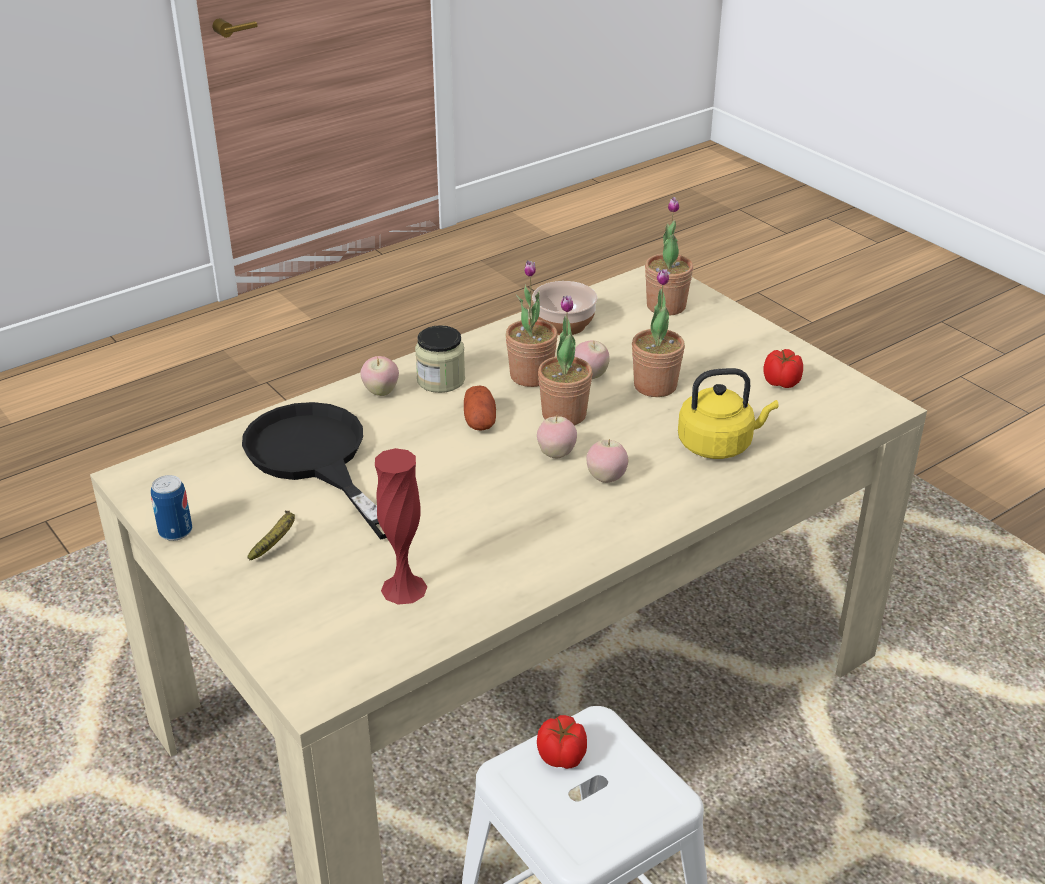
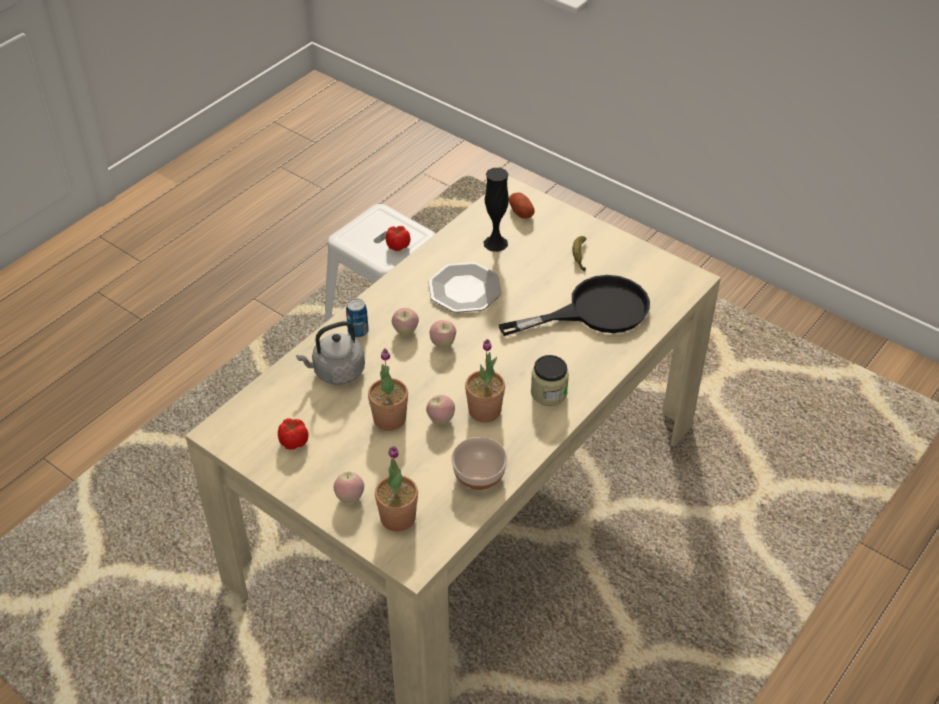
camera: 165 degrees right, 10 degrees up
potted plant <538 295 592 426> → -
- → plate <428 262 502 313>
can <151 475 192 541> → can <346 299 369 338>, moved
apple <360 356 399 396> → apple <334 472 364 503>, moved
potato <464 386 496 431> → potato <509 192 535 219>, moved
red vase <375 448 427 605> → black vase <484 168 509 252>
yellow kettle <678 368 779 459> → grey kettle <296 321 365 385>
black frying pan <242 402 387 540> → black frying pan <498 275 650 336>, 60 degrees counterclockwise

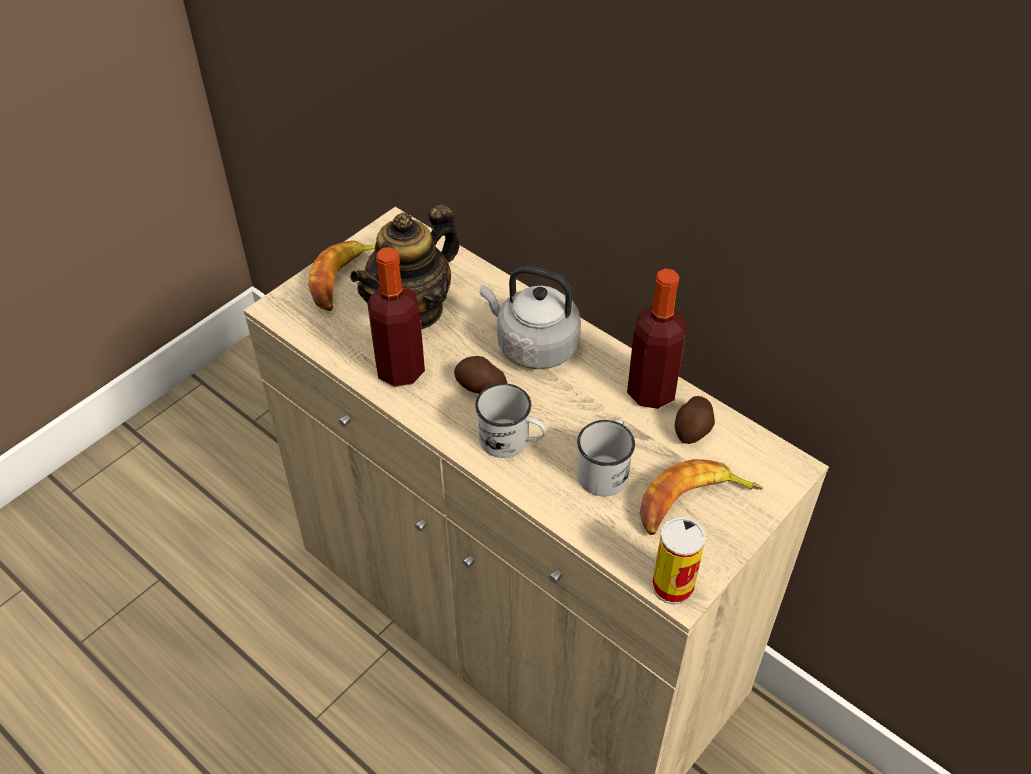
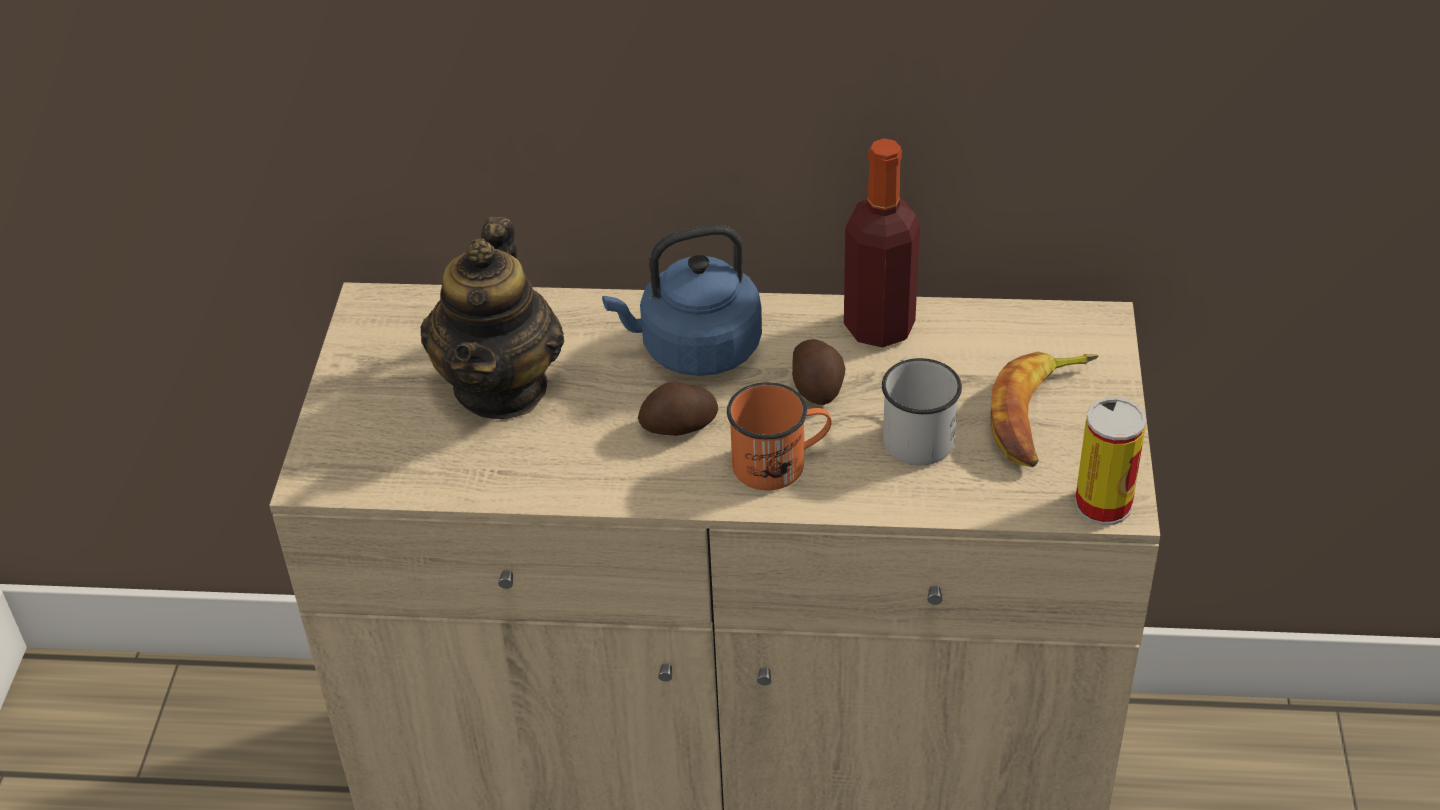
camera: 35 degrees left, 5 degrees down
banana <308 240 375 311> → -
bottle <367 247 425 387> → -
potato <675 396 715 444> → potato <792 339 846 405>, moved
white mug <475 383 547 458> → orange mug <727 382 832 490>
grey kettle <480 266 581 369> → blue kettle <602 224 762 376>

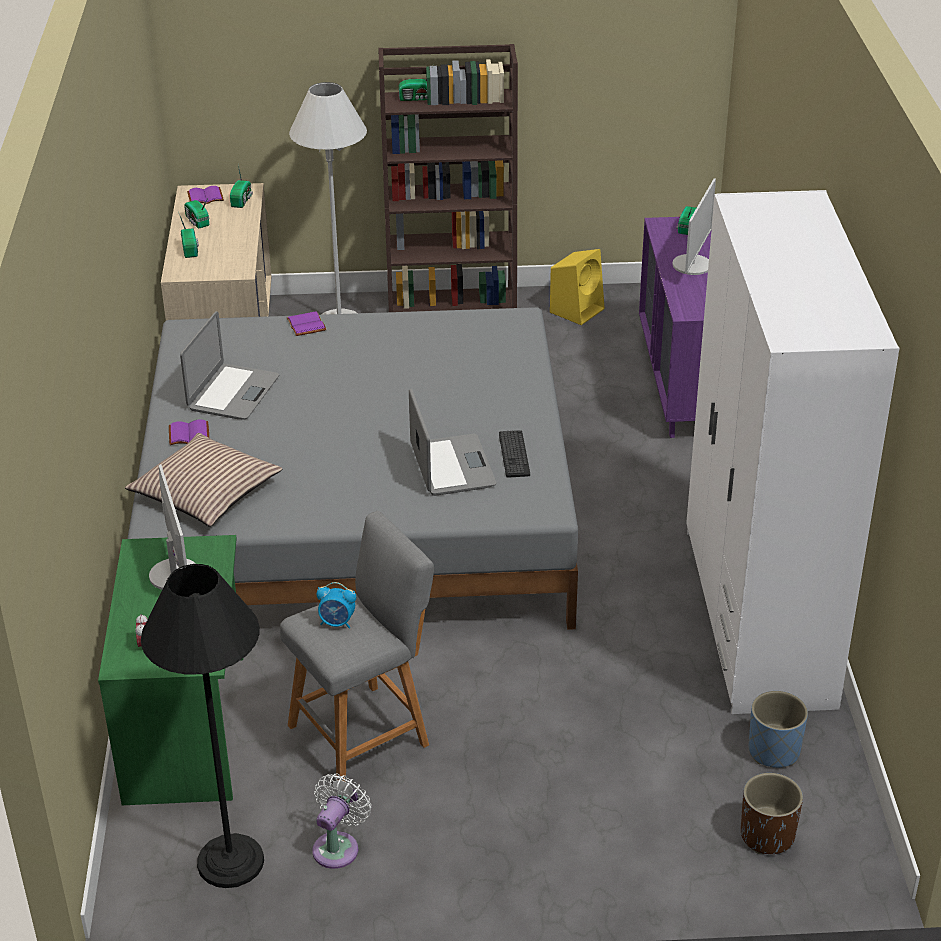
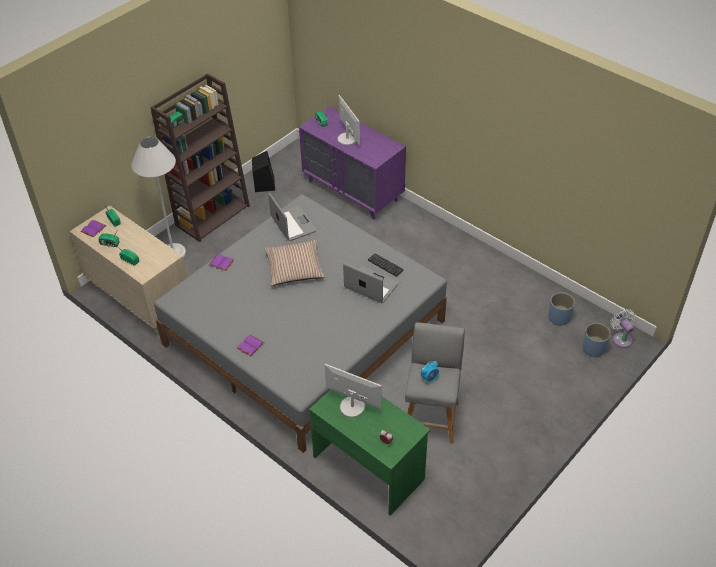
camera: 45 degrees left, 10 degrees up
black floor lamp <141 564 264 888> → -
white wardrobe <686 190 900 714> → -
pillow <125 433 282 527> → pillow <264 240 325 286>, moved
laptop <180 311 279 419> → laptop <268 192 317 241>, moved
white fan <312 773 371 869> → white fan <610 309 635 348>, moved
yellow speaker <550 249 604 325> → black speaker <252 151 275 192>
brown planter <741 773 803 854> → blue planter <583 323 611 357>

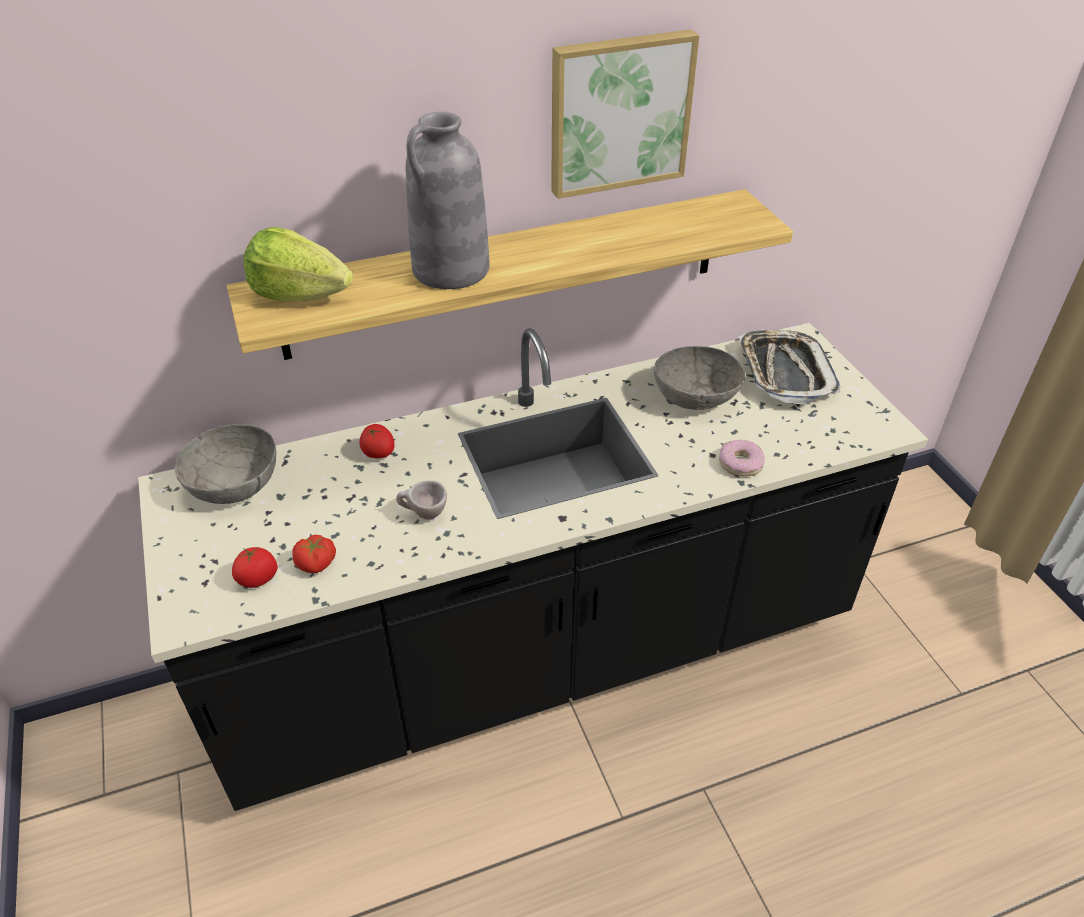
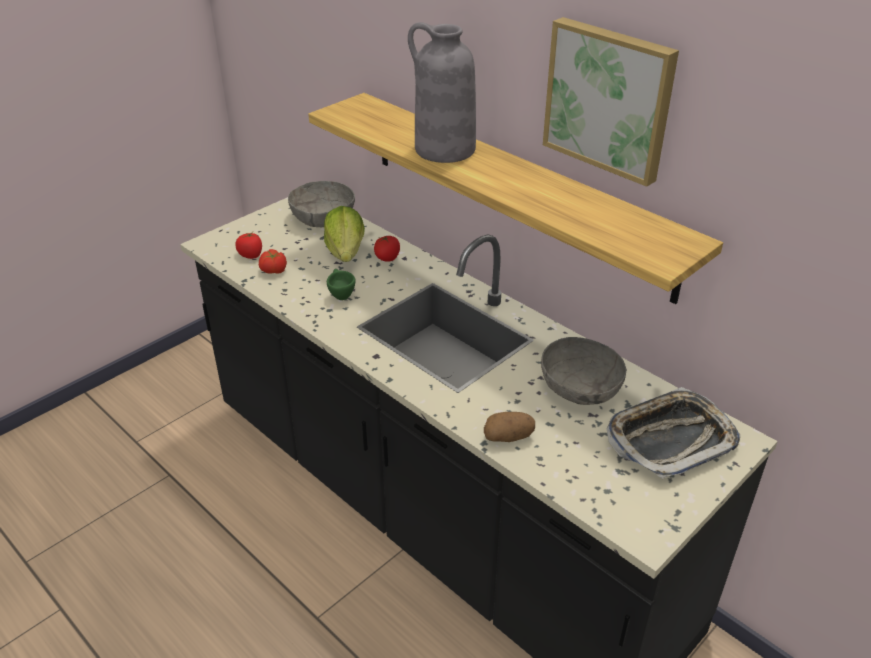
camera: 65 degrees right, 5 degrees down
lettuce <243 227 353 301> → lettuce <324 206 365 262>, moved
donut <719 440 765 477> → potato <484 412 535 442>
beige cup <396 481 447 520> → green cup <327 269 355 300>

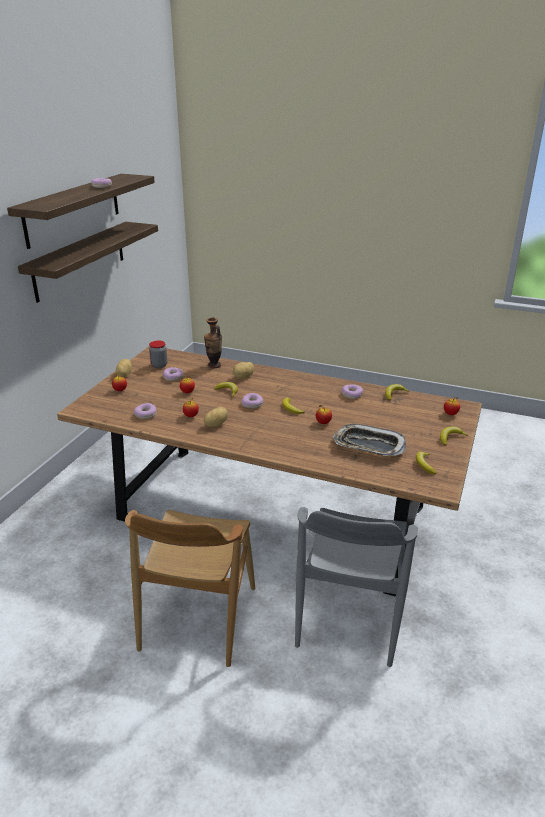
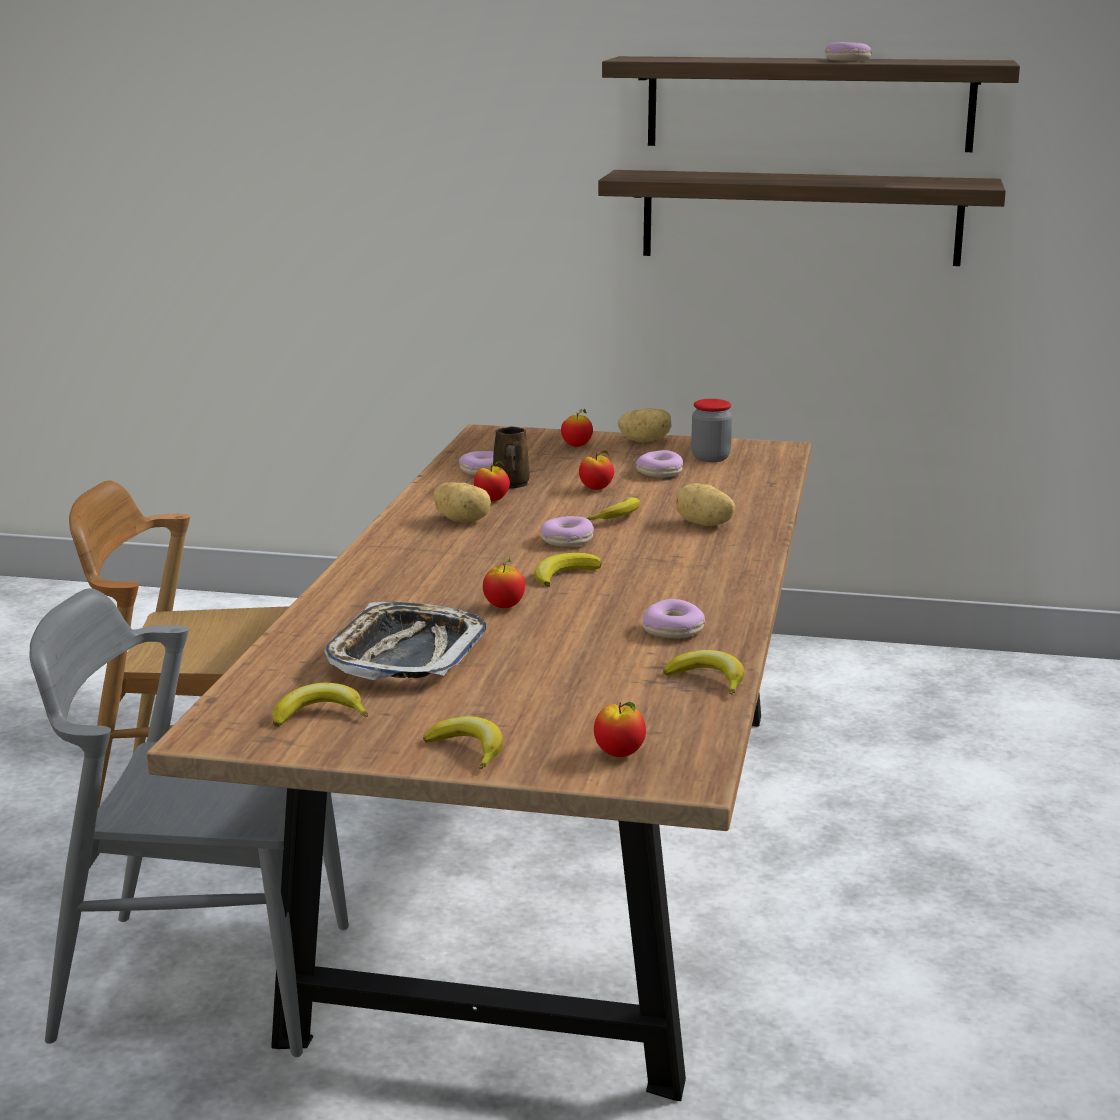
camera: 80 degrees right, 10 degrees down
vase <204 318 222 368> → -
- → brown mug <493 427 530 488>

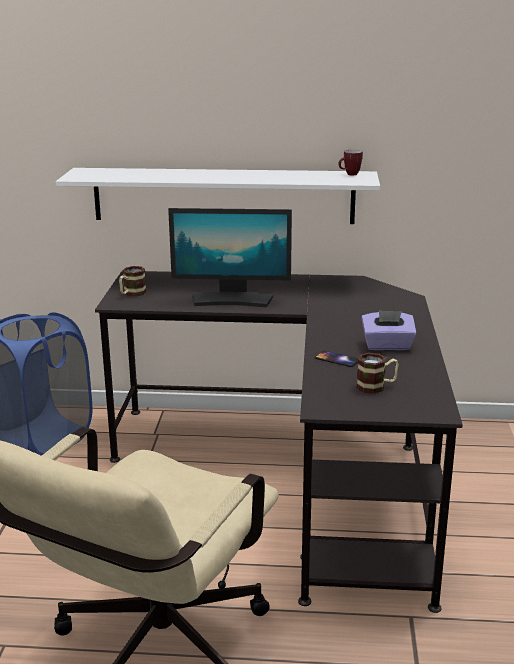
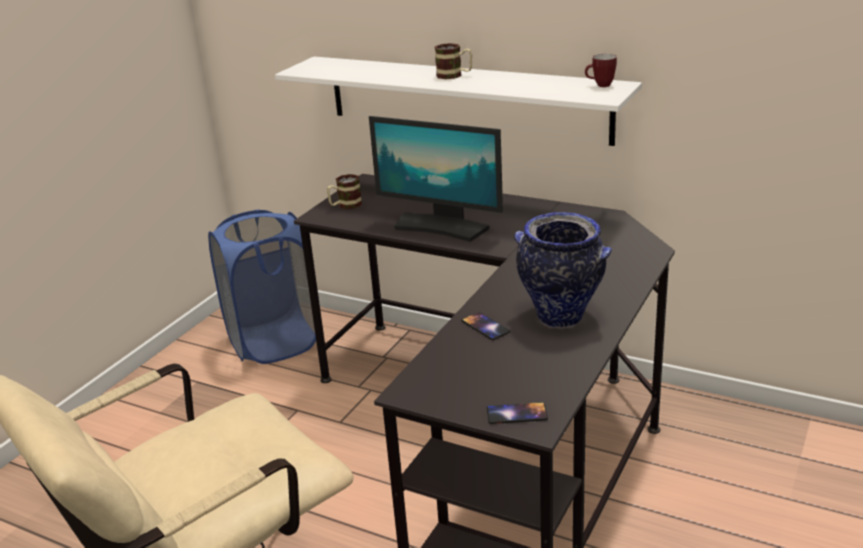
camera: 25 degrees right, 5 degrees up
- → phone <487 402 548 424>
mug <357 353 399 394> → mug <435 43 472 79>, moved
purple tissue box <361 310 417 350> → vase <514 212 612 328>

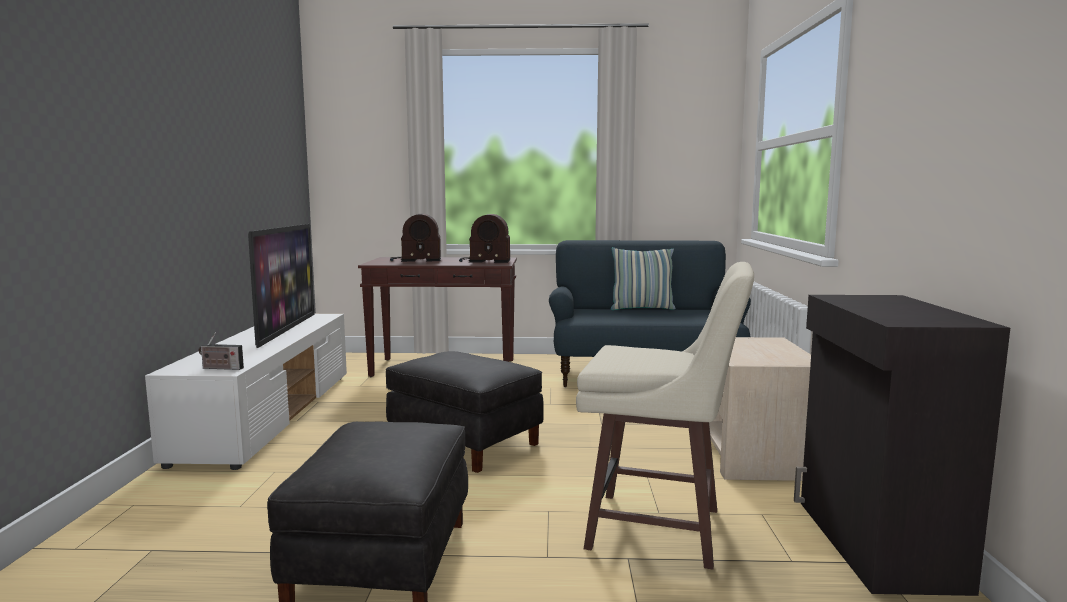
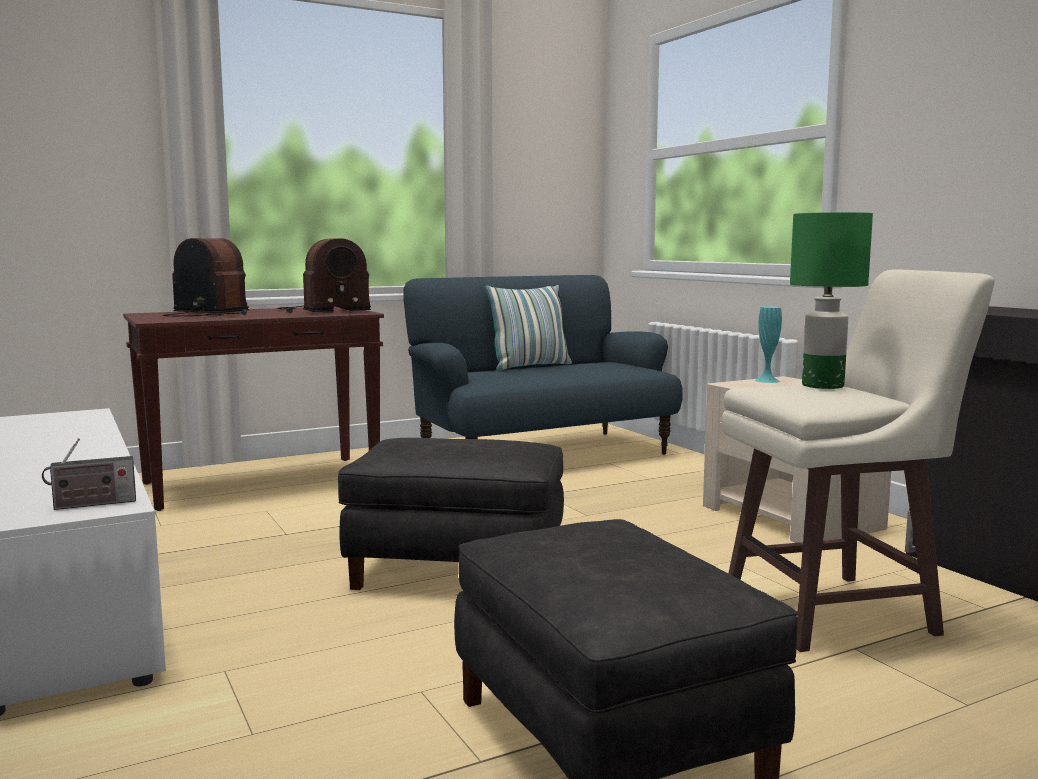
camera: 30 degrees left, 0 degrees up
television <248 224 314 348> → -
- → turquoise vase <755 307 782 383>
- → green table lamp <790 212 873 389>
radio <390 214 441 262> → radio <163 238 249 316>, 120 degrees counterclockwise

